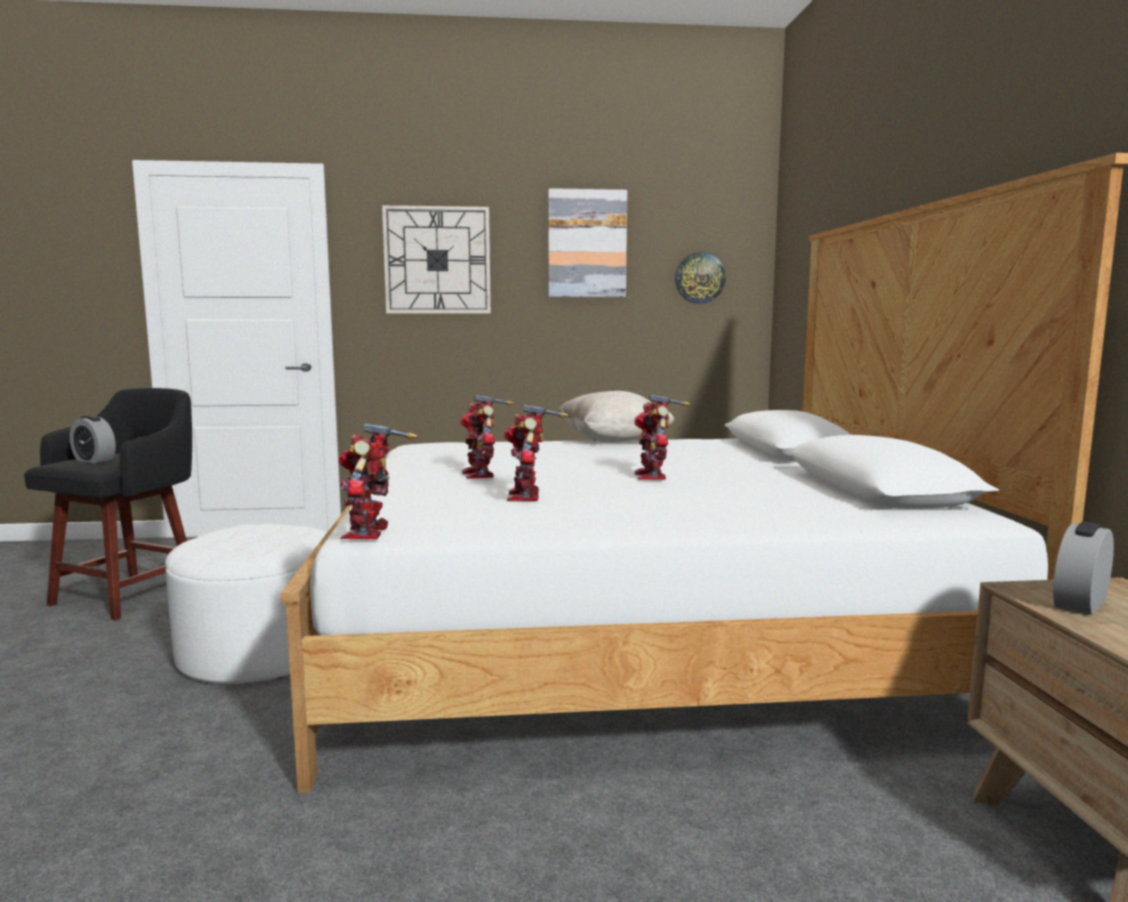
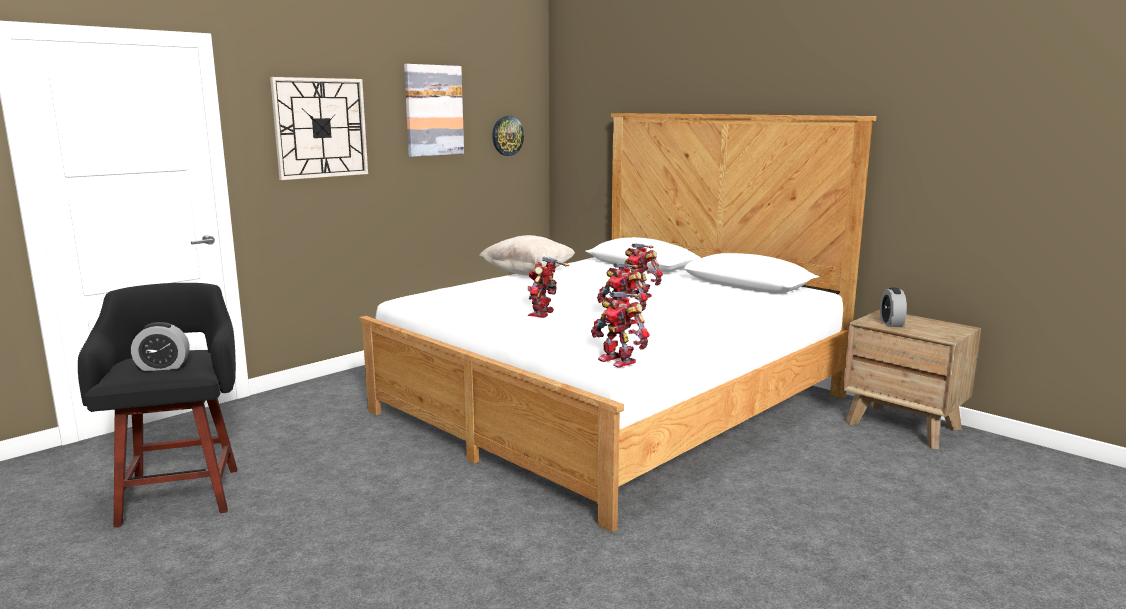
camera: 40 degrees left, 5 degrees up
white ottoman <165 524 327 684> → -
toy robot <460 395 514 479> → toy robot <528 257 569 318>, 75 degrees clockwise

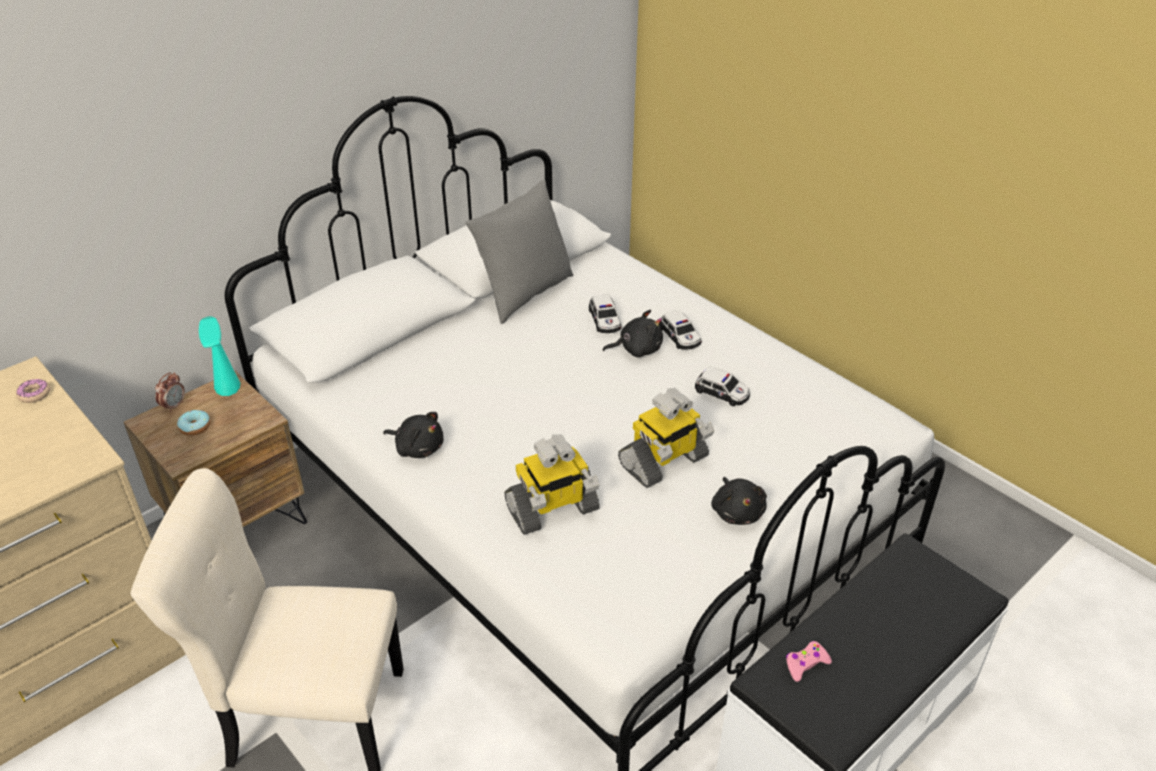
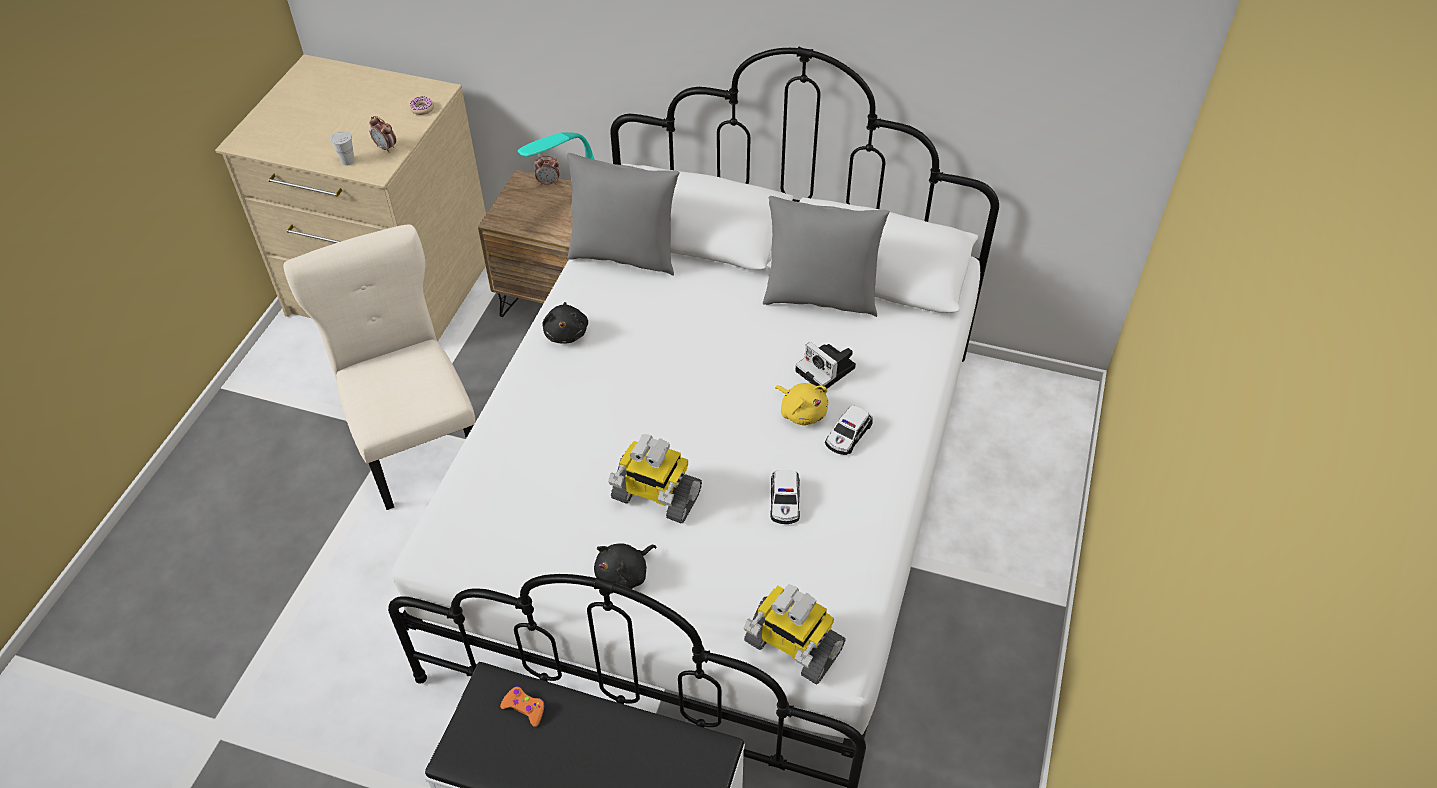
camera: 60 degrees right, 10 degrees up
donut <177 410 211 436> → -
- → white cup <330 131 355 166>
- → alarm clock <369 116 396 153>
- → grey pillow <567 153 680 276>
toy robot <505 435 600 535> → toy robot <744 584 845 684>, moved
toy car <589 295 622 333> → photo camera <795 342 856 389>
black plush toy <603 310 663 358> → yellow plush toy <776 383 828 426>
pink game controller <786 641 832 682> → orange game controller <500 686 545 727>

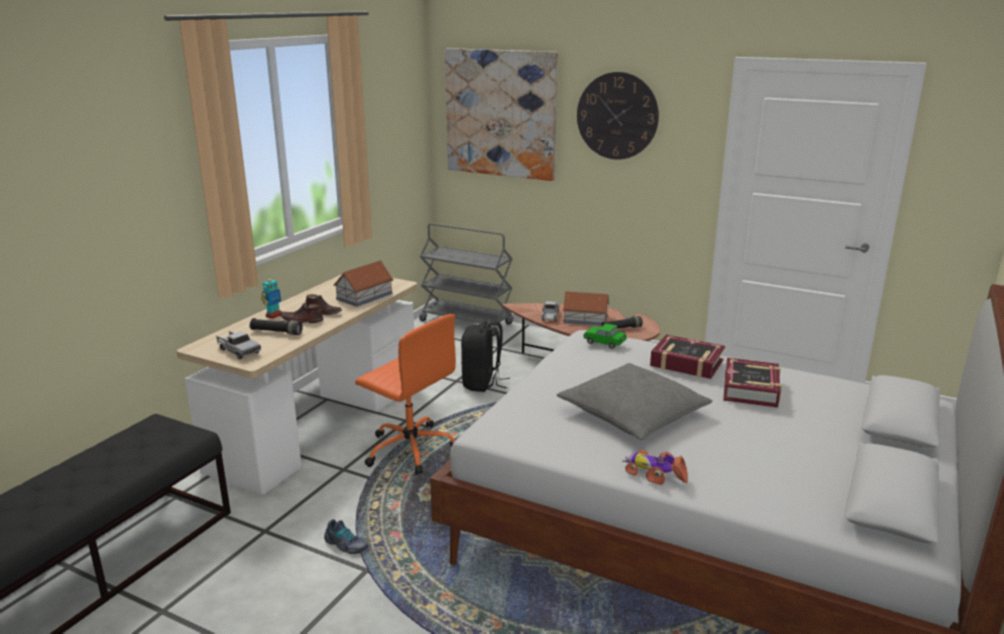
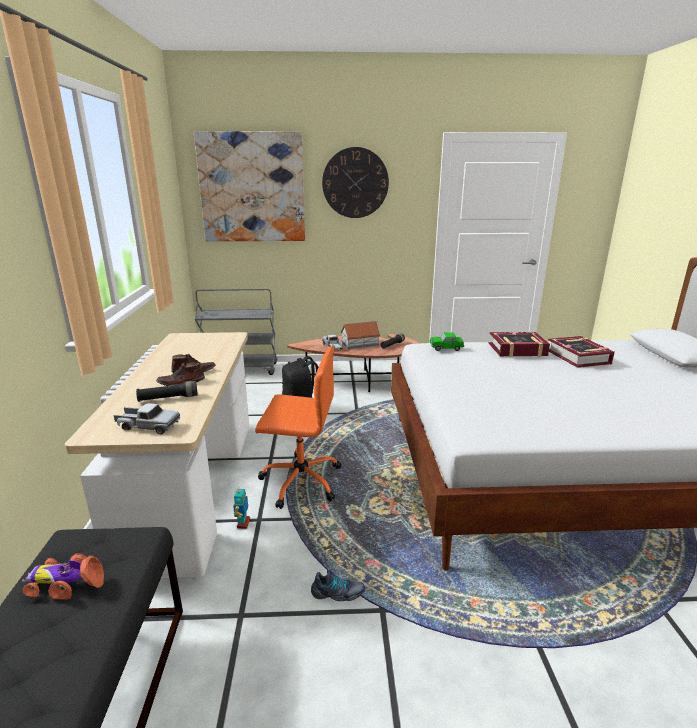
camera: 30 degrees left, 0 degrees up
toy house <334 261 393 307> → -
grey pillow <557 363 712 440> → -
toy robot <261 275 282 319> → toy robot <233 488 250 529>, moved
toy car <622 450 688 485> → toy car <22 553 104 600>, moved

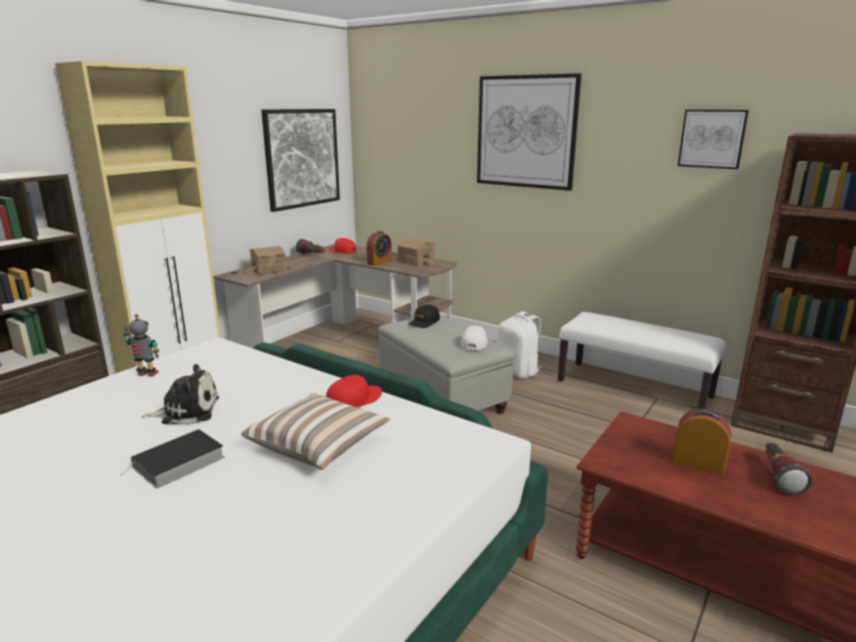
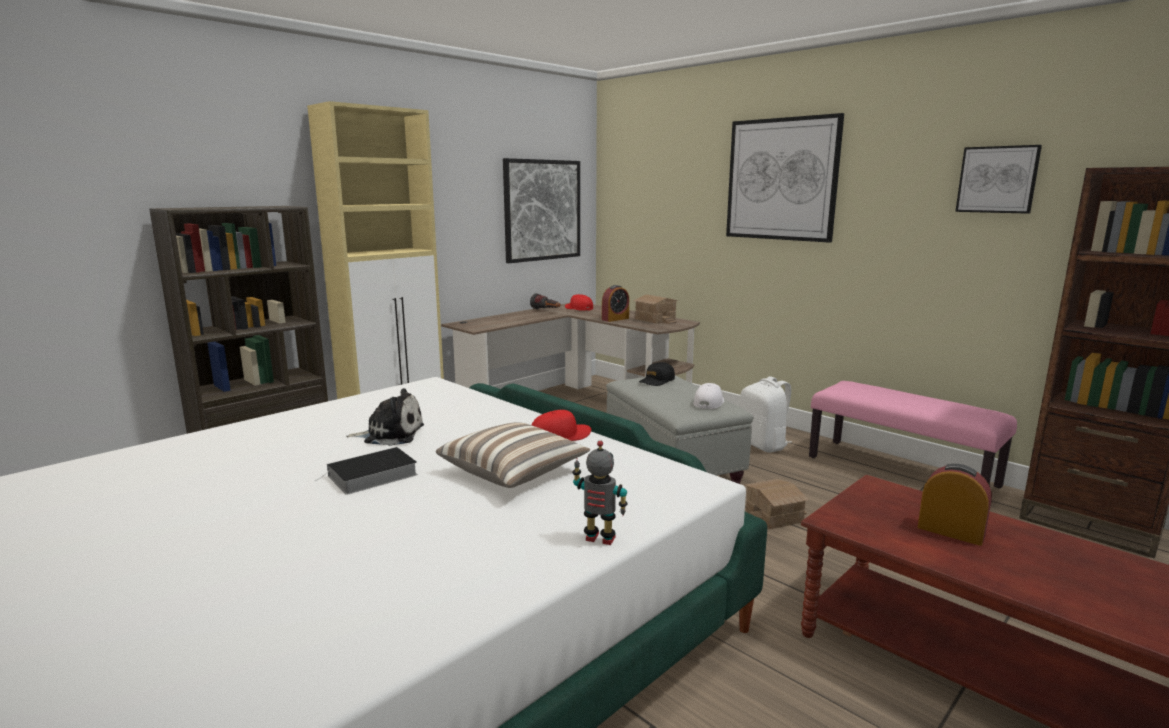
camera: 10 degrees right, 5 degrees down
flashlight <765 442 812 495> → -
toy robot <123 314 159 377> → toy robot <572 440 628 545>, moved
toy house <245 246 293 275> → toy house <745 479 809 529>, moved
white bench <558 312 726 409> → pink bench <809 381 1017 488>

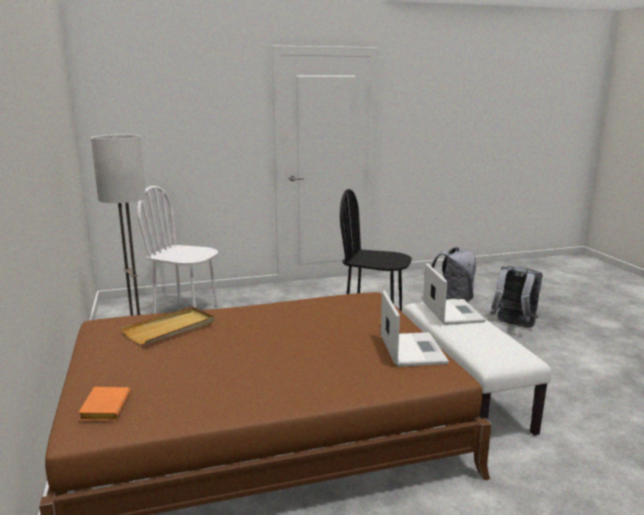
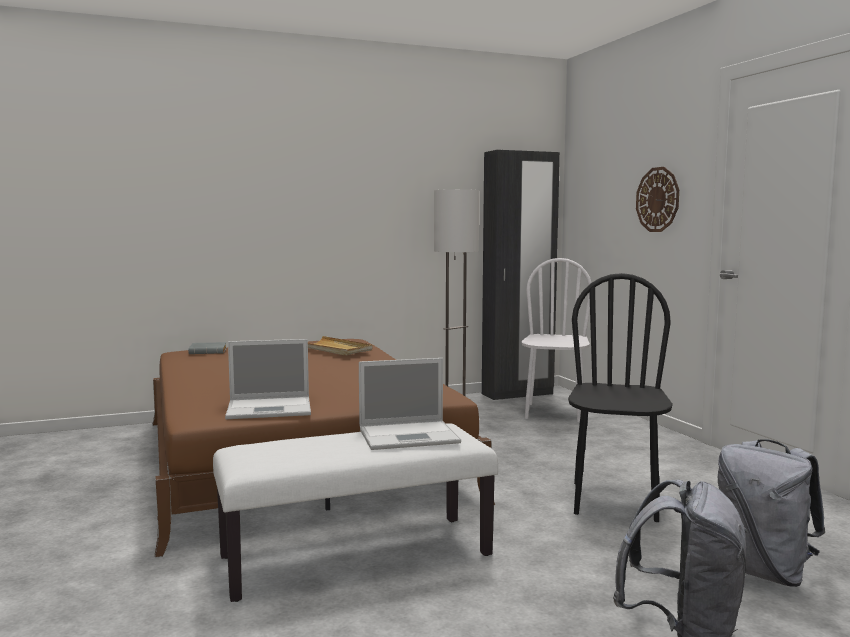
camera: 85 degrees right, 10 degrees down
- → black wardrobe <482 150 560 400>
- → wall clock <636 167 679 232>
orange book <78 387 130 421> → grey book <188 342 227 354>

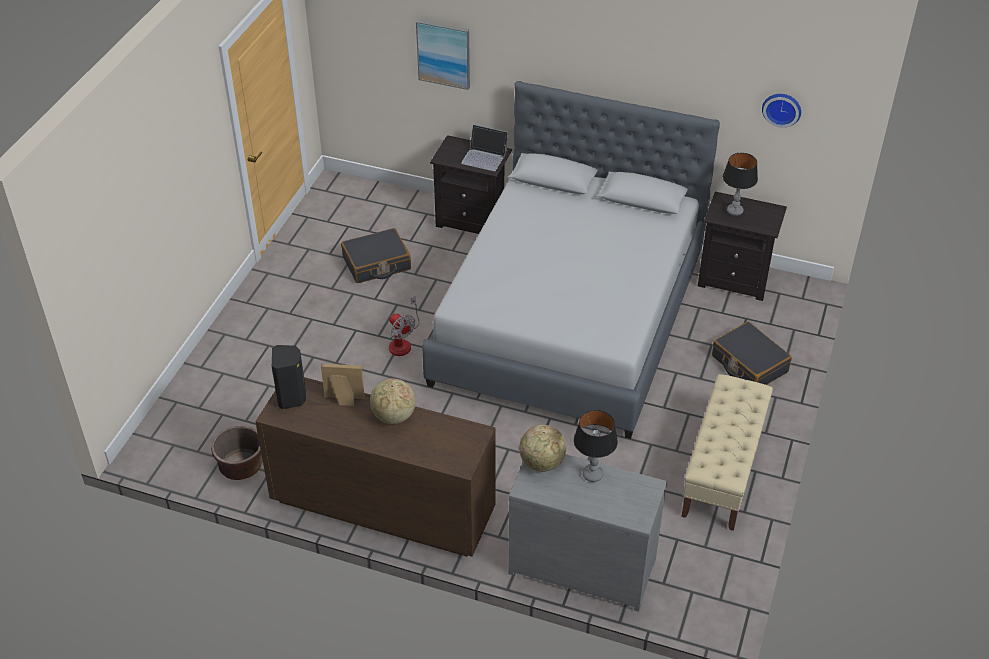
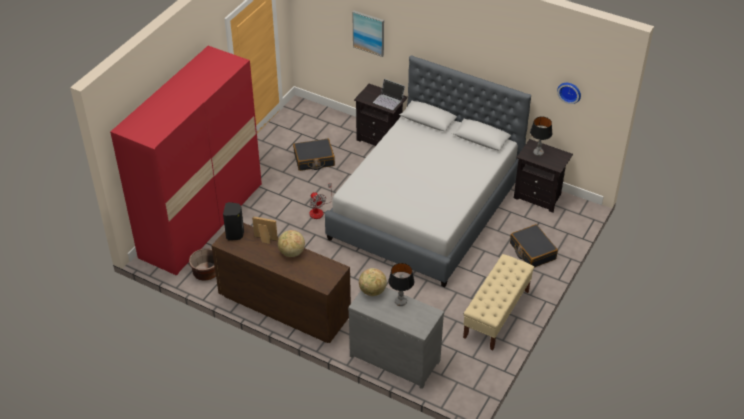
camera: 10 degrees right, 0 degrees up
- → red wardrobe <110 46 262 275>

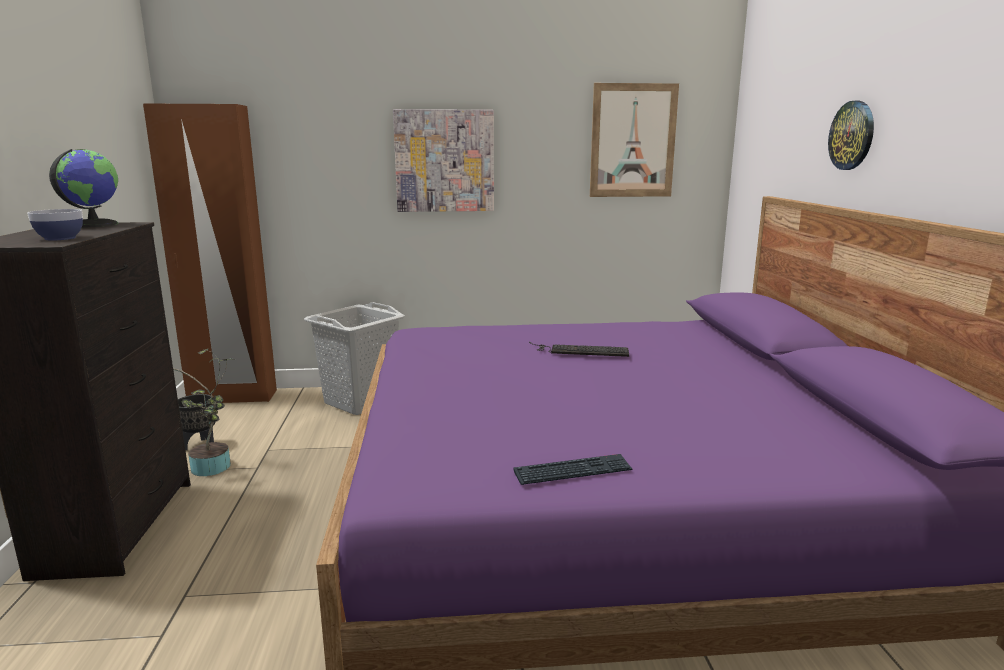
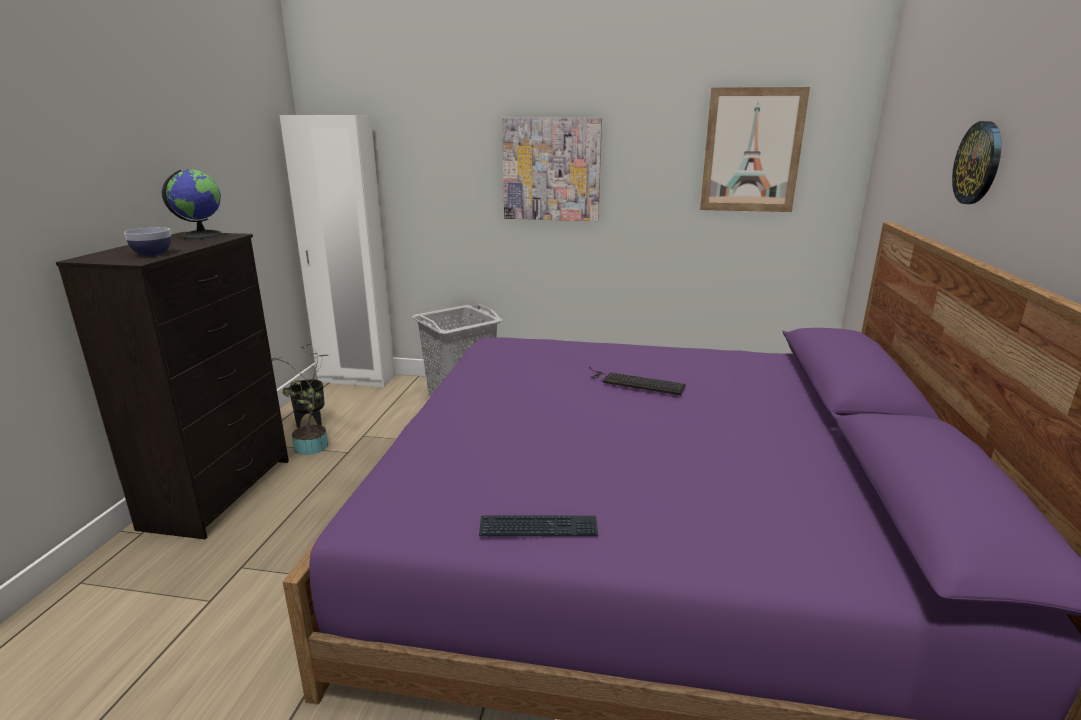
camera: 15 degrees right, 5 degrees up
brown wardrobe <143 104 277 403> → white wardrobe <280 115 395 387>

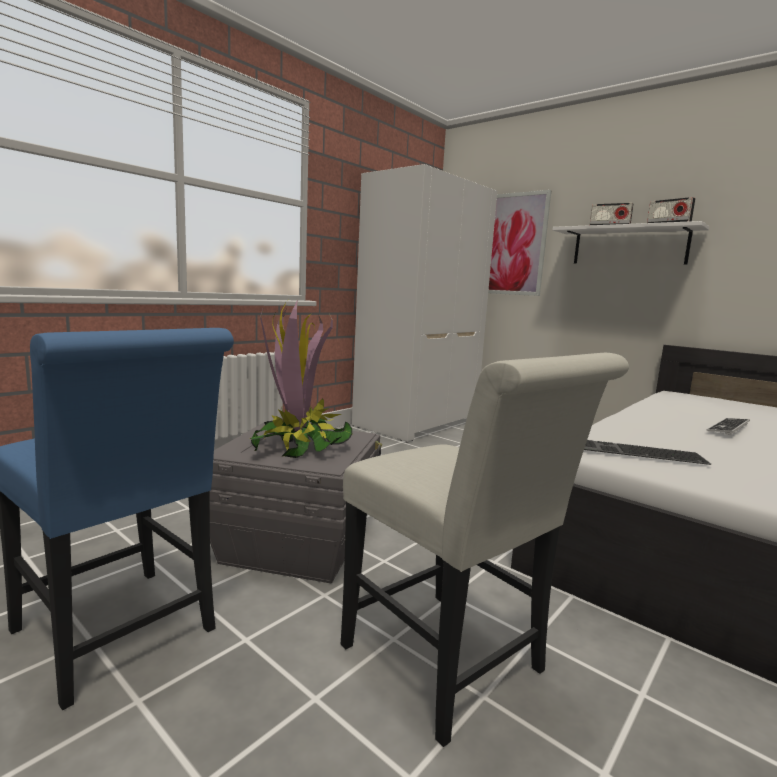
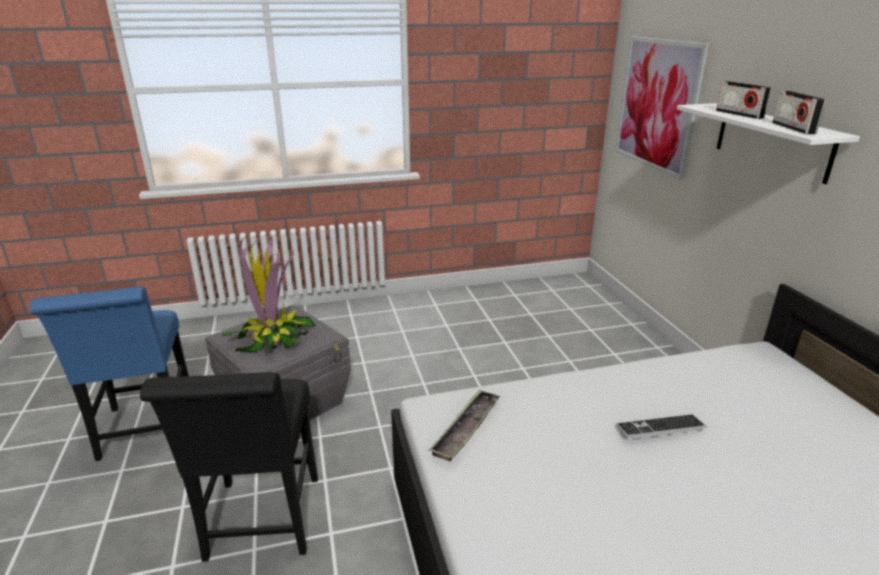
camera: 35 degrees right, 15 degrees up
white wardrobe <352 164 497 443> → -
keyboard <584 440 711 465> → tray <429 389 501 461>
white chair <341 353 629 747> → black chair <140 372 318 562>

